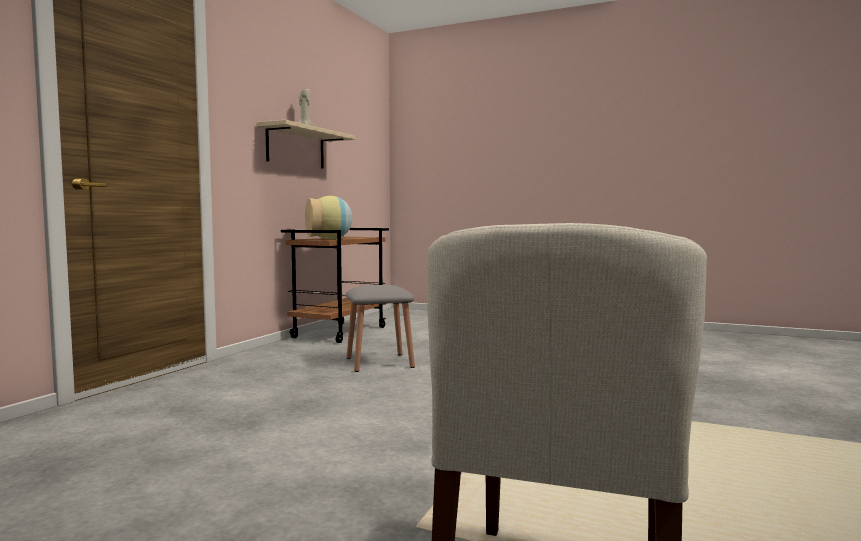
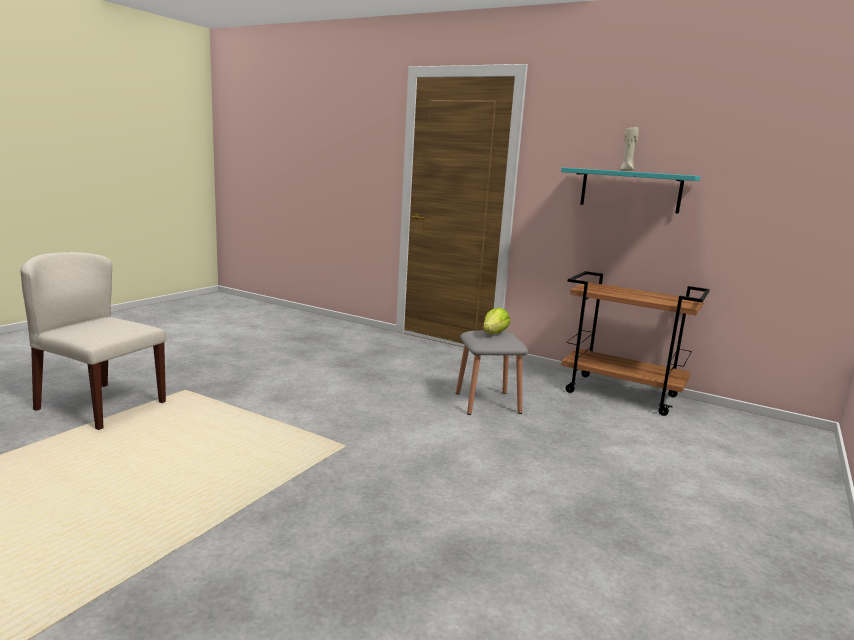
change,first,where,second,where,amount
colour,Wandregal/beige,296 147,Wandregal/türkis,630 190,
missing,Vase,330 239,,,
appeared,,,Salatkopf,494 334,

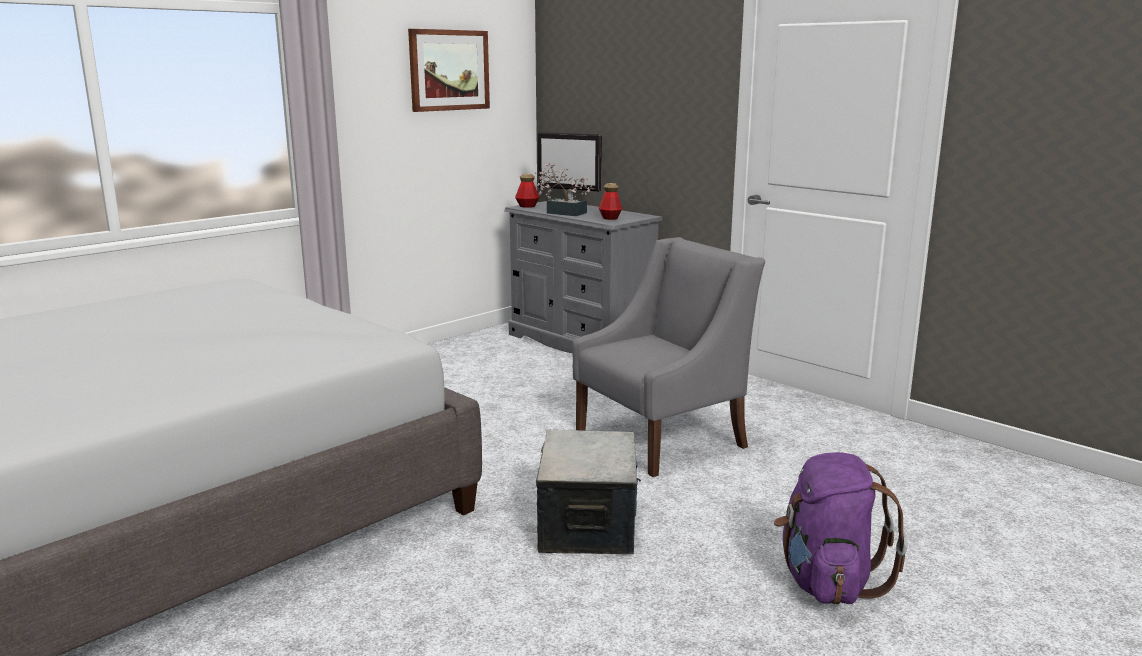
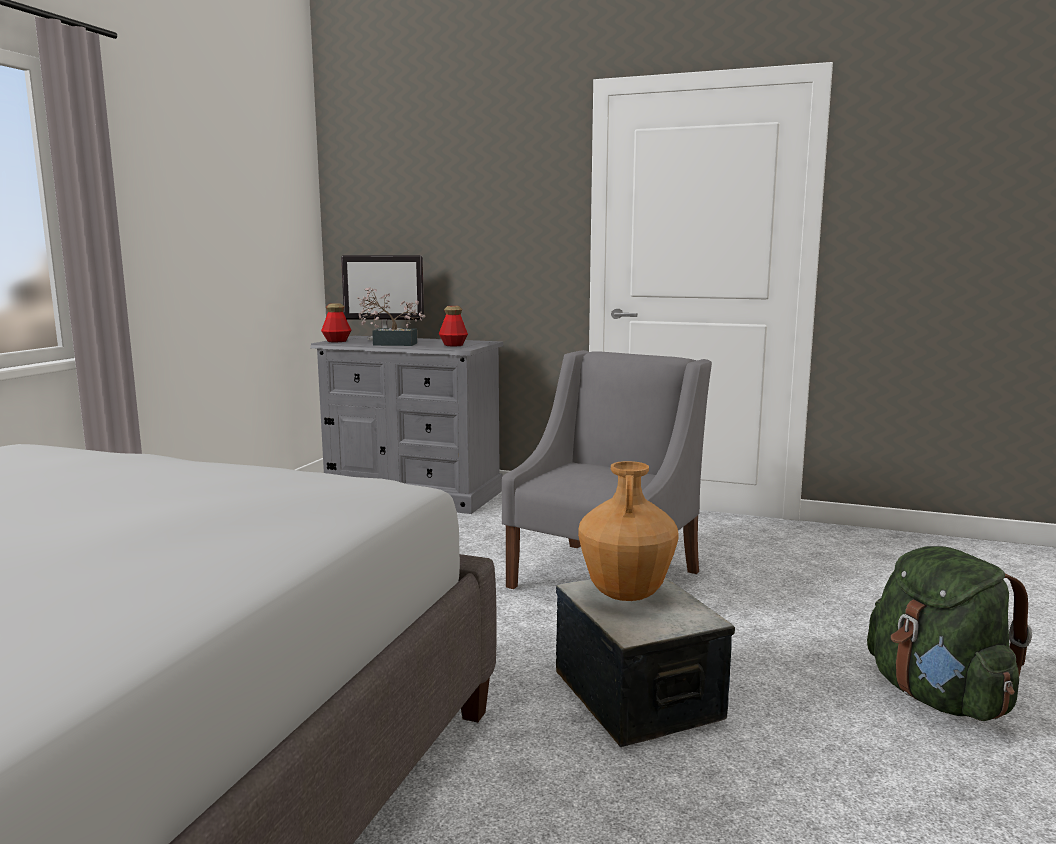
change,first,where,second,where,amount
missing,Bild,449 70,,,
colour,Rucksack/lila,827 582,Rucksack/grün,937 697,
appeared,,,Vase/braun,626 594,

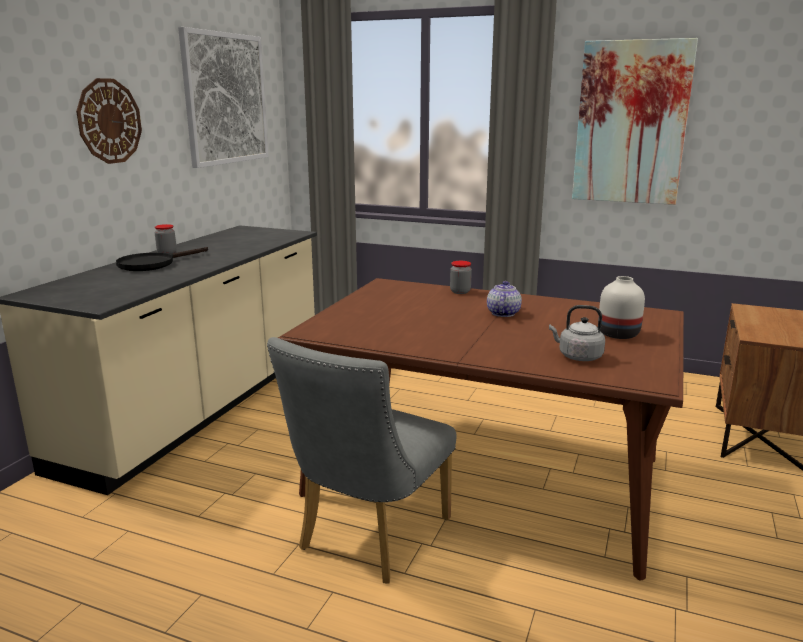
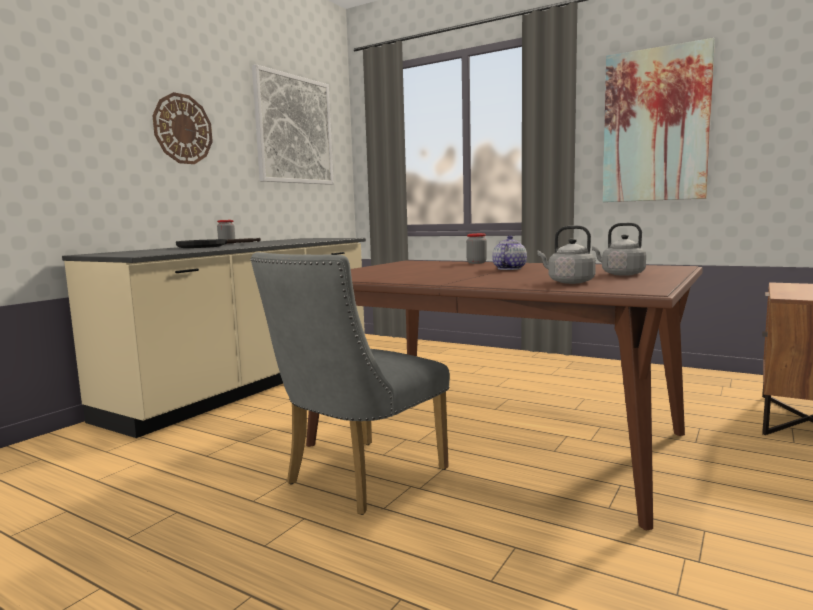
change,first,where,second,where,amount
exchanged,Vase/weiß,617 334,Wasserkessel/grau,620 274,

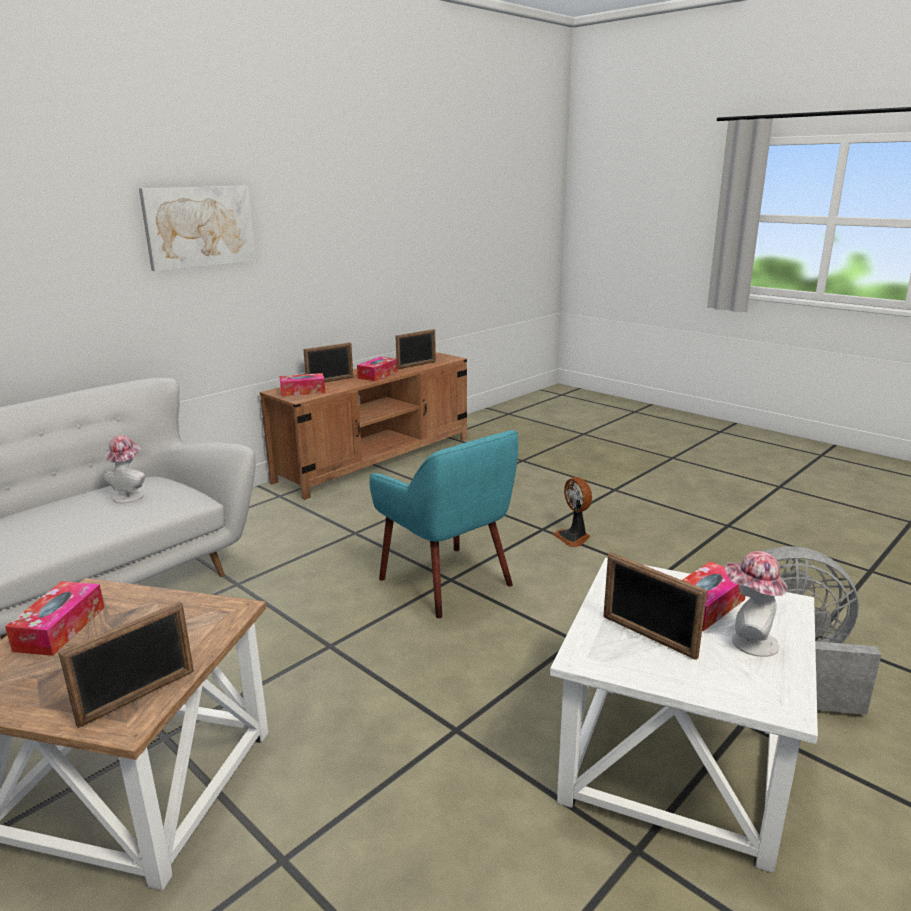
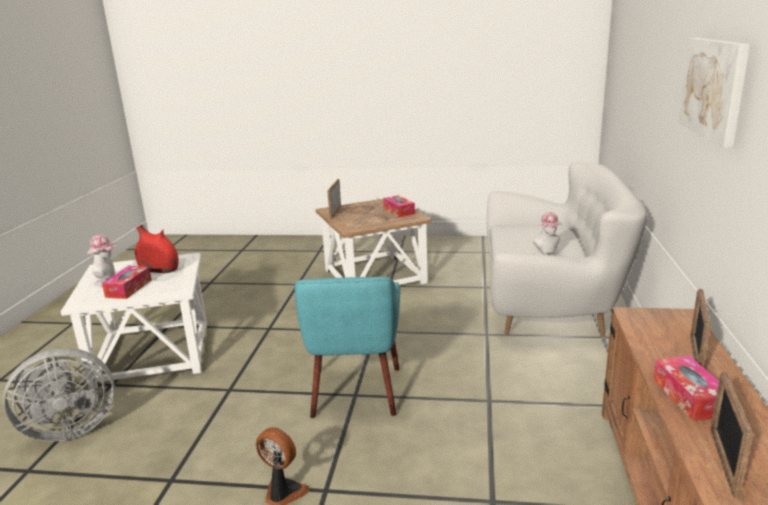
change,first,where,second,where,amount
missing,Taschentuchbox,302 391,,,
spun,Sessel/türkis,447 582,,355 392,105 degrees counterclockwise
exchanged,Bilderrahmen,648 636,Vase/rot,159 270,

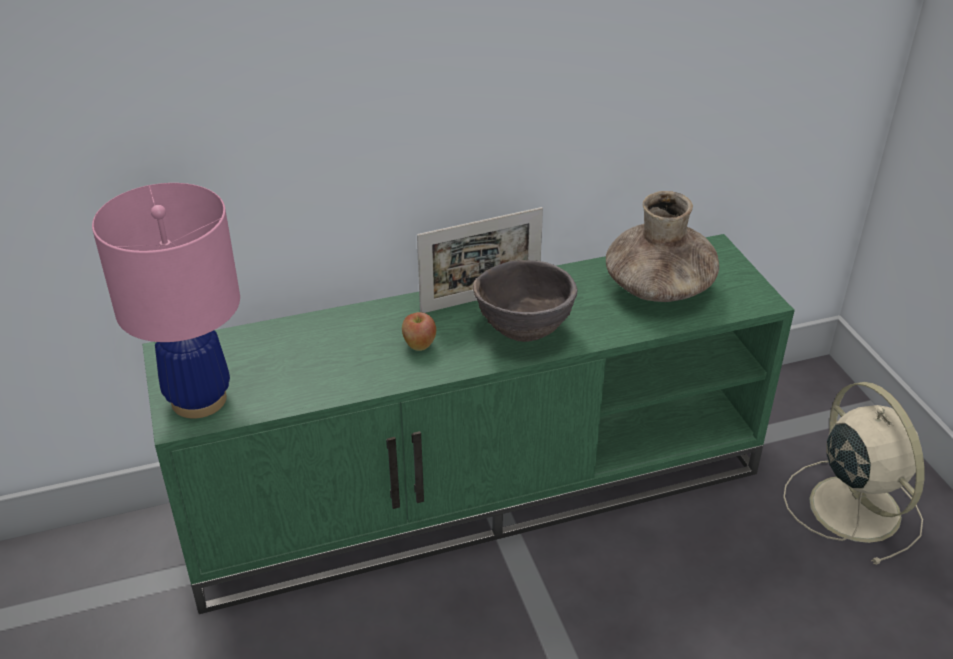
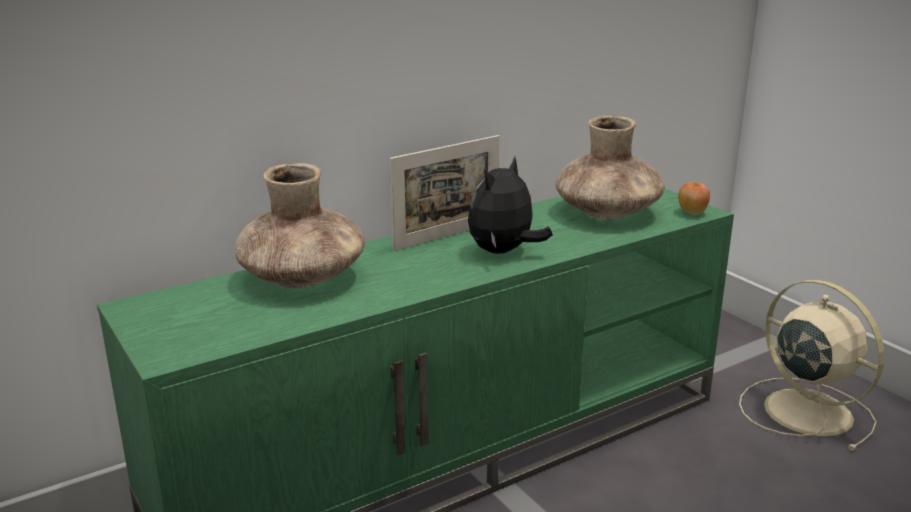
change,first,where,second,where,amount
missing,Tischlampe/rosa,199 399,,,
exchanged,Schüssel/braun,524 332,Plüschtier,503 252,
relocated,Apfel,419 345,,692 212,
appeared,,,Vase/braun,302 278,

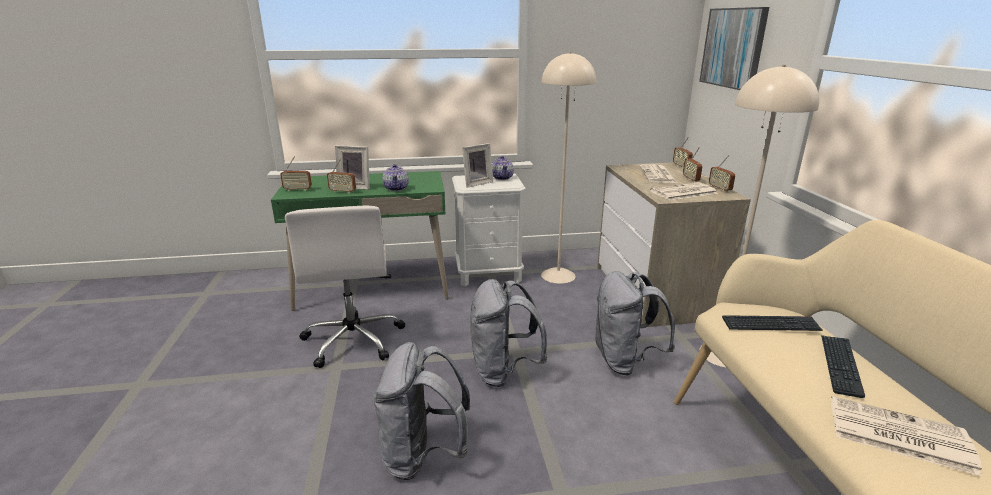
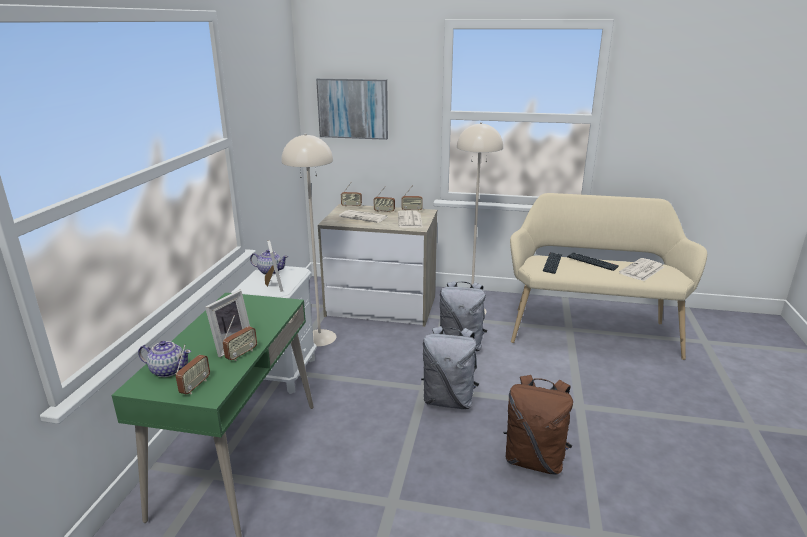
change,first,where,second,where,amount
relocated,Teekanne,396 188,,168 370,
missing,Bürostuhl/weiß,354 339,,,
colour,Rucksack/grau,423 456,Rucksack/braun,534 459,

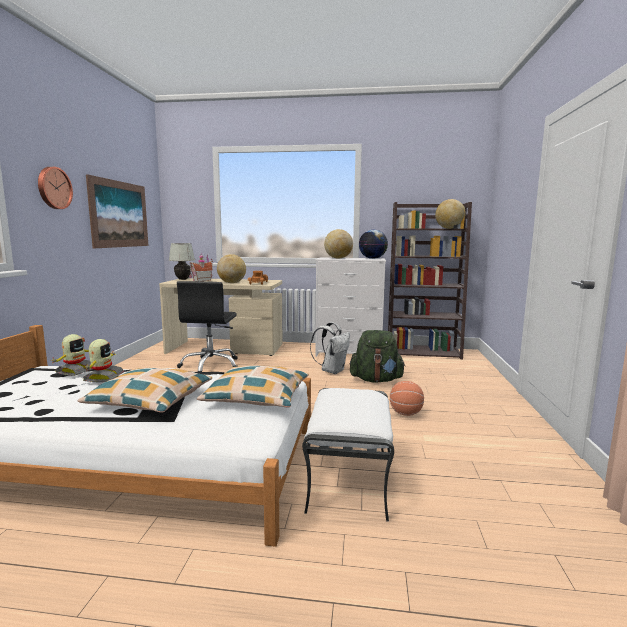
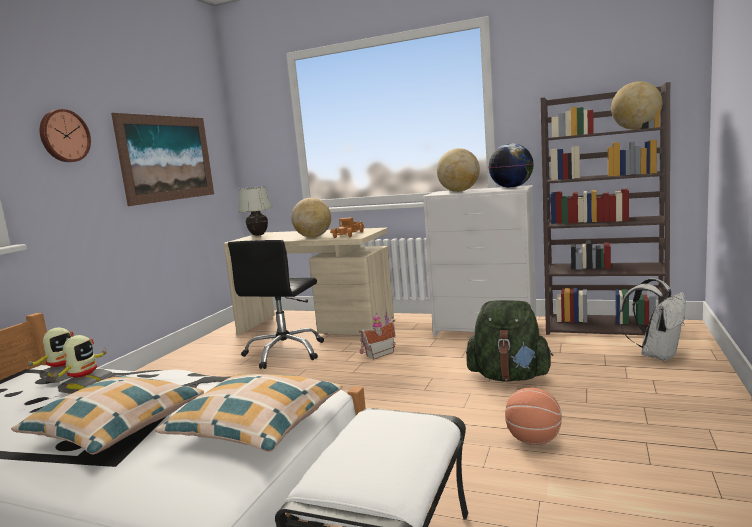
change,first,where,second,where,amount
relocated,Spielzeughaus,201 280,,378 354,
relocated,Rucksack/weiß,332 370,,657 354,

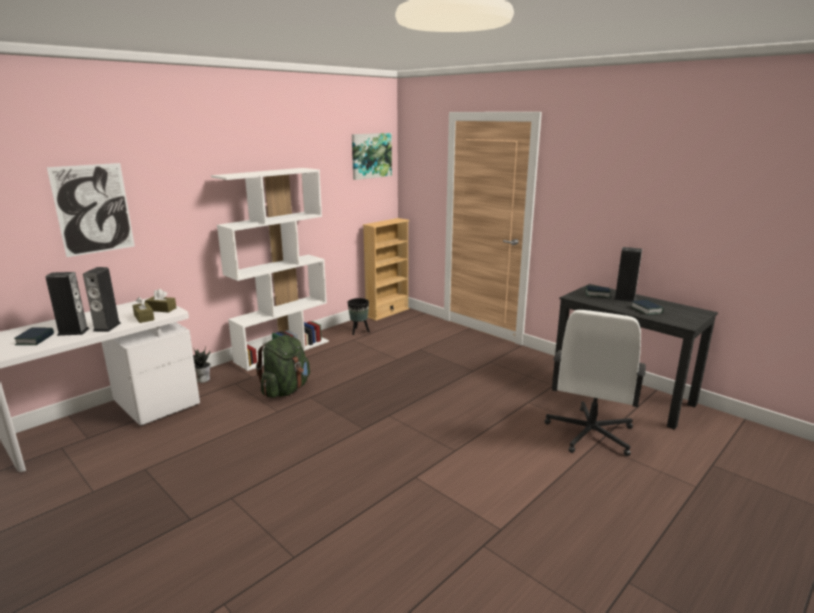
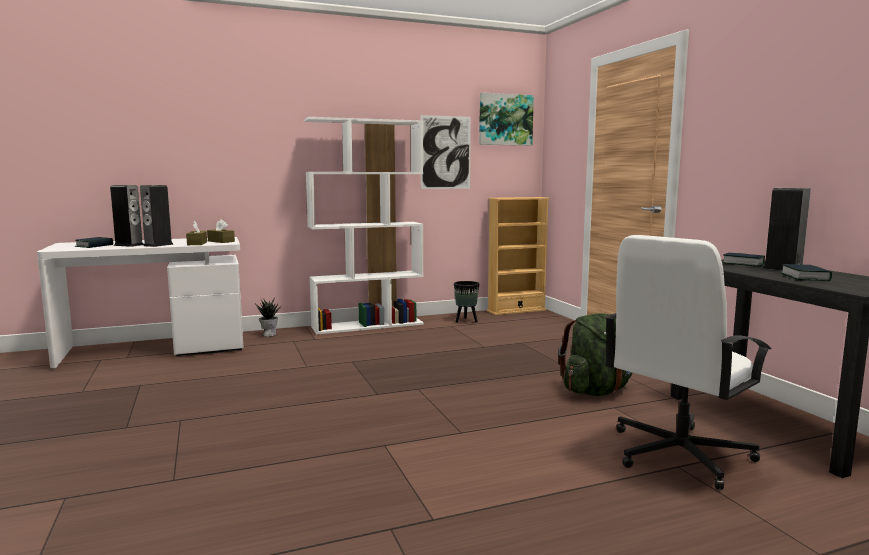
change,first,where,second,where,amount
relocated,Bild,93 209,,445 152,
relocated,Rucksack/grün,286 390,,596 391,

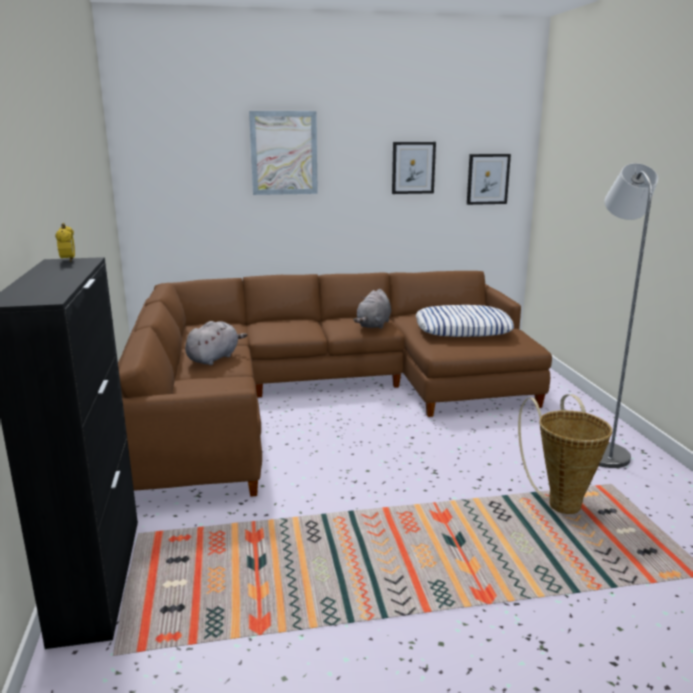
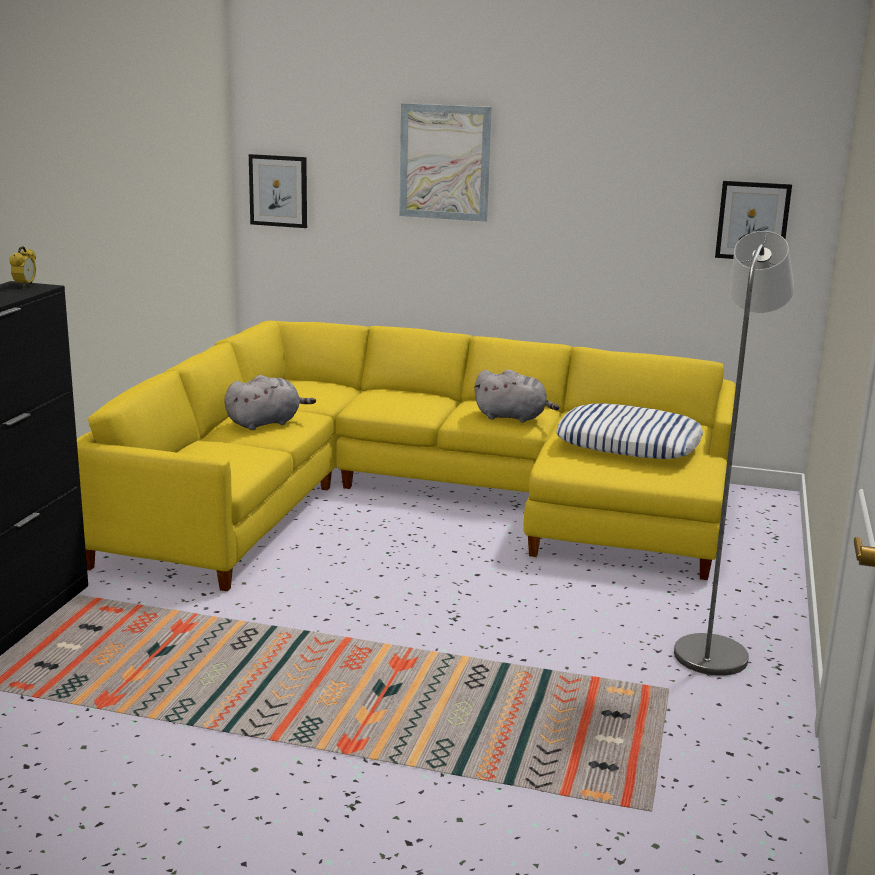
change,first,where,second,where,amount
relocated,Bild,413 168,,278 191,
colour,Sofa/braun,317 395,Sofa/gelb,419 500,
spun,Plüschtier/grau,373 325,,513 417,120 degrees counterclockwise
missing,Korb,560 502,,,

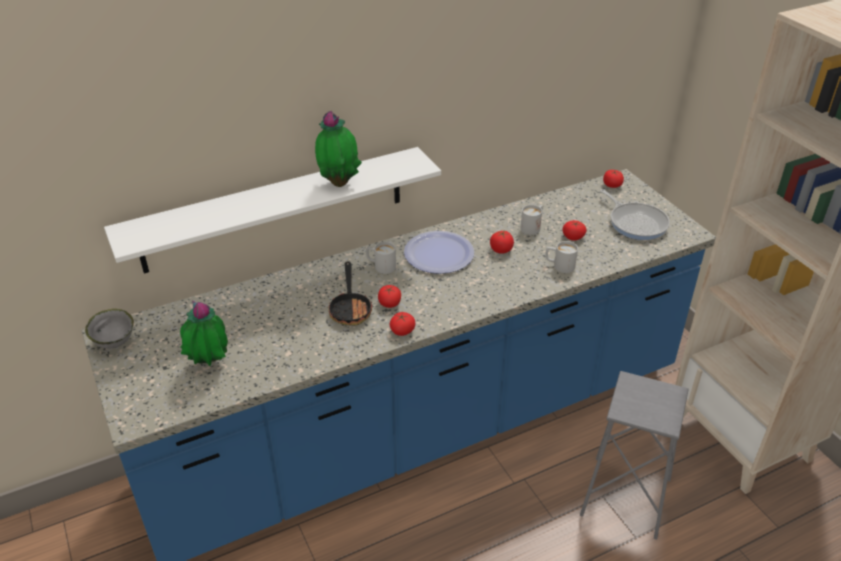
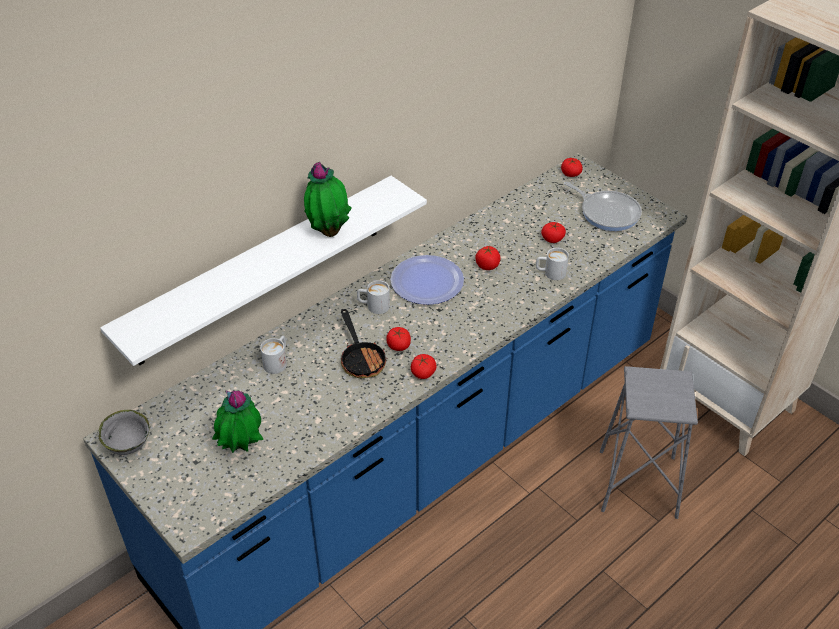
change,first,where,second,where,amount
relocated,Henkelbecher/weiß,532 227,,277 361,

